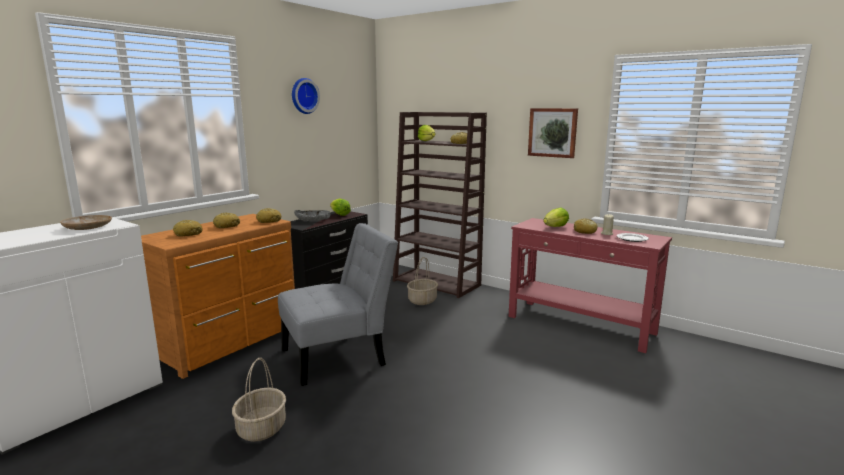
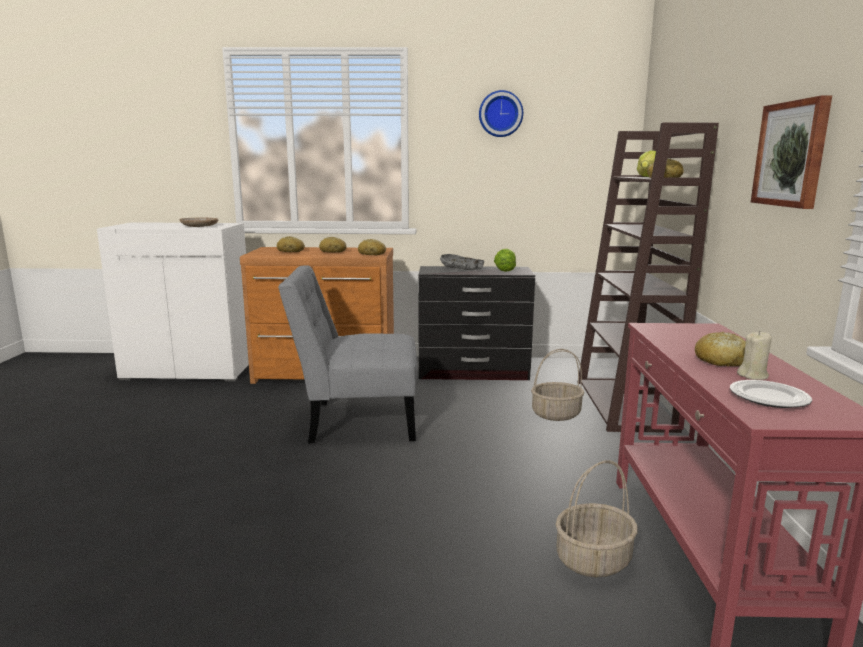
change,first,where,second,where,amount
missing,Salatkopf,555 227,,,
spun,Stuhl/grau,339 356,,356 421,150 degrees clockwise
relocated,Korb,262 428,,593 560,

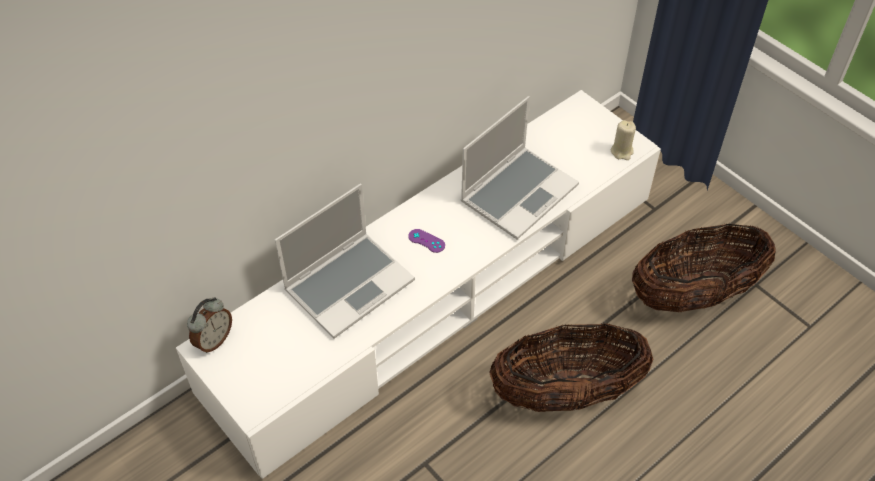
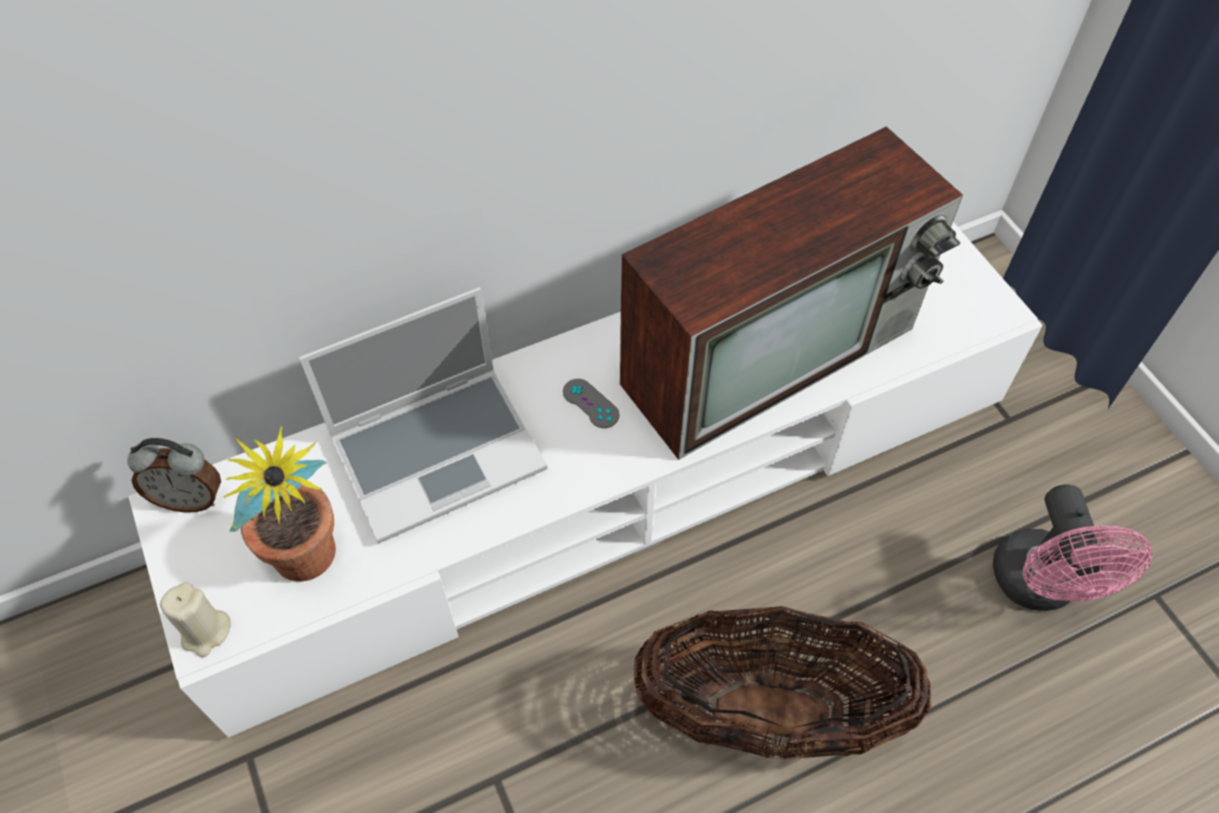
change,first,where,second,where,amount
exchanged,Laptop,519 192,Fernseher,772 352,
relocated,Kerze/beige,622 151,,205 632,
exchanged,Korb,694 294,Ventilator/rosa,1039 587,
colour,Gamepad/lila,426 241,Gamepad/grau,590 403,
spun,Wecker,213 340,,190 498,45 degrees clockwise
appeared,,,Topfpflanze,314 568,

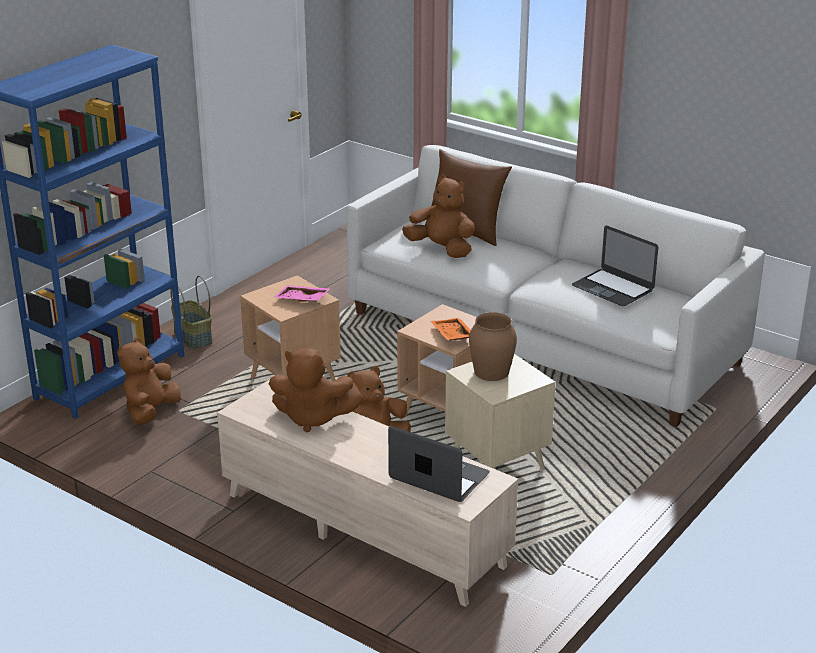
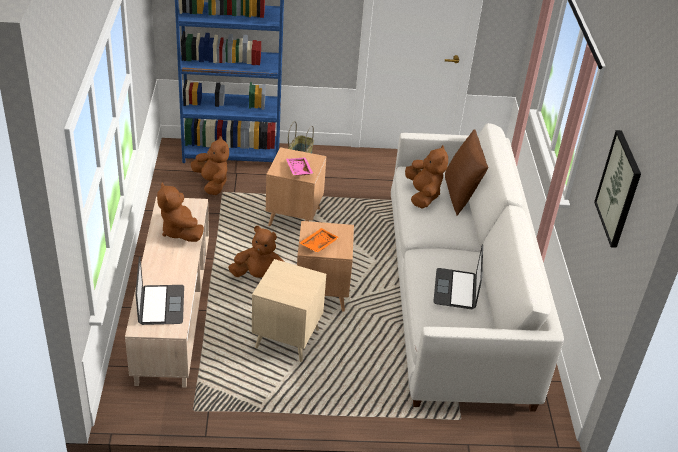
change,first,where,second,where,amount
missing,Vase/braun,492 372,,,
spun,Plüschtier/braun,150 412,,212 183,75 degrees clockwise
appeared,,,Bild,619 189,

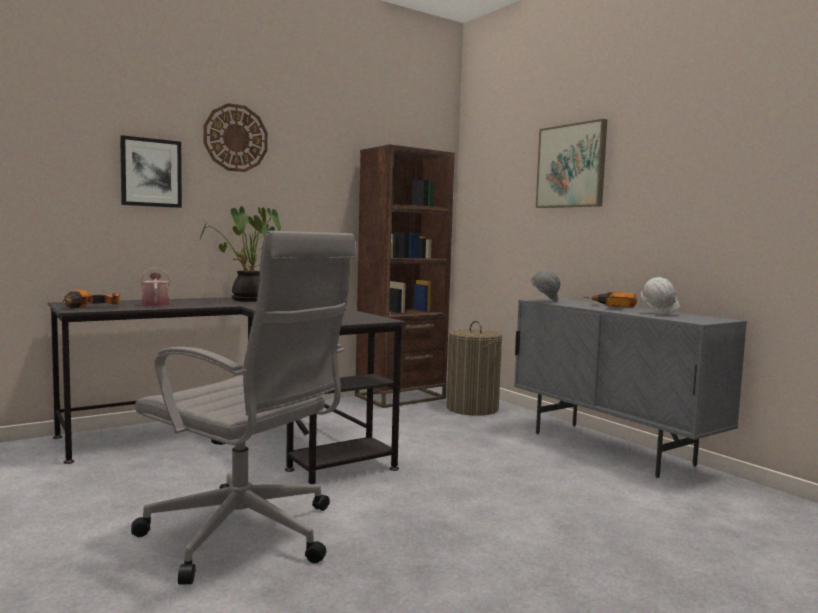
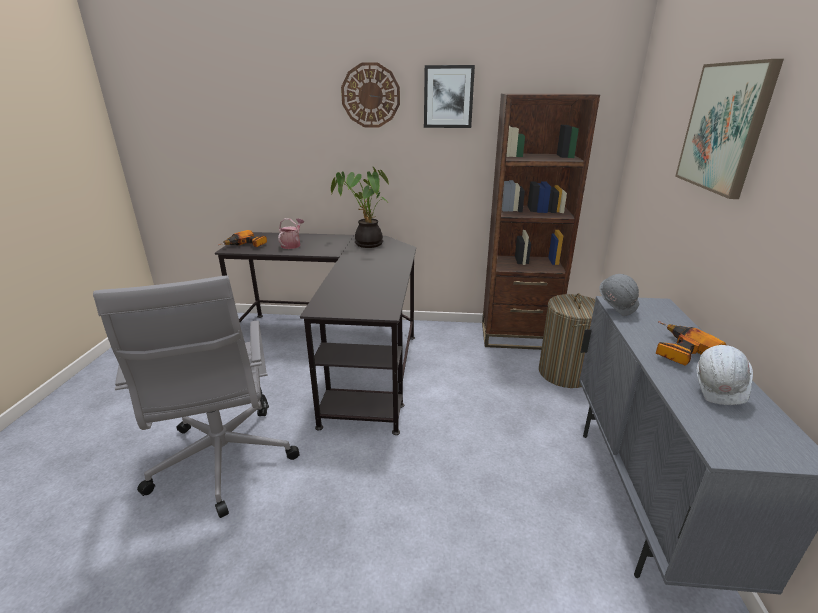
change,first,where,second,where,amount
relocated,Bild,151 172,,448 97,

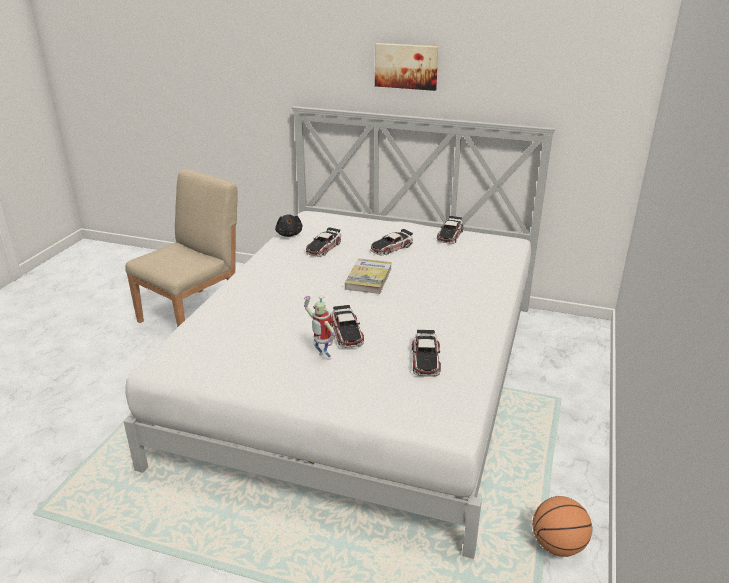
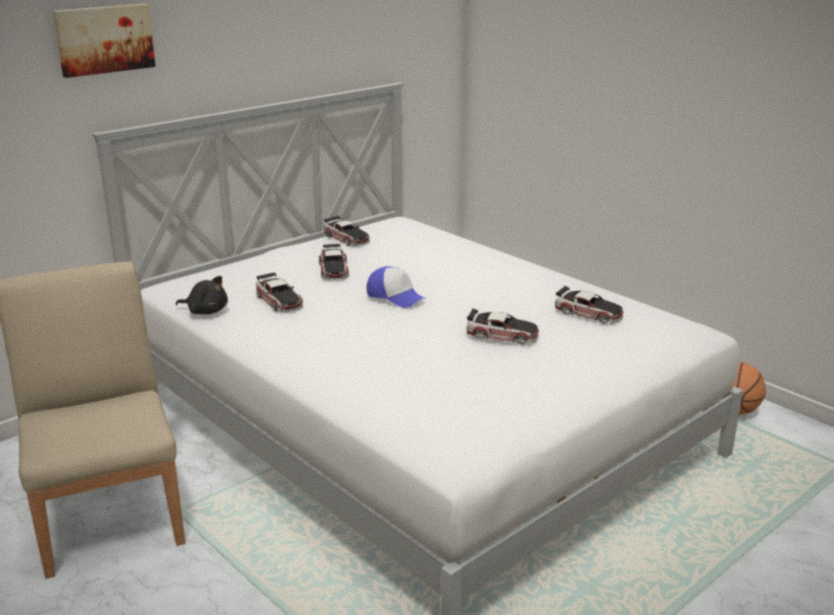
change,first,where,second,where,amount
relocated,Bild,406 66,,104 39,
exchanged,Buch,368 278,Kappe,395 296,
missing,Spielzeugroboter,322 357,,,

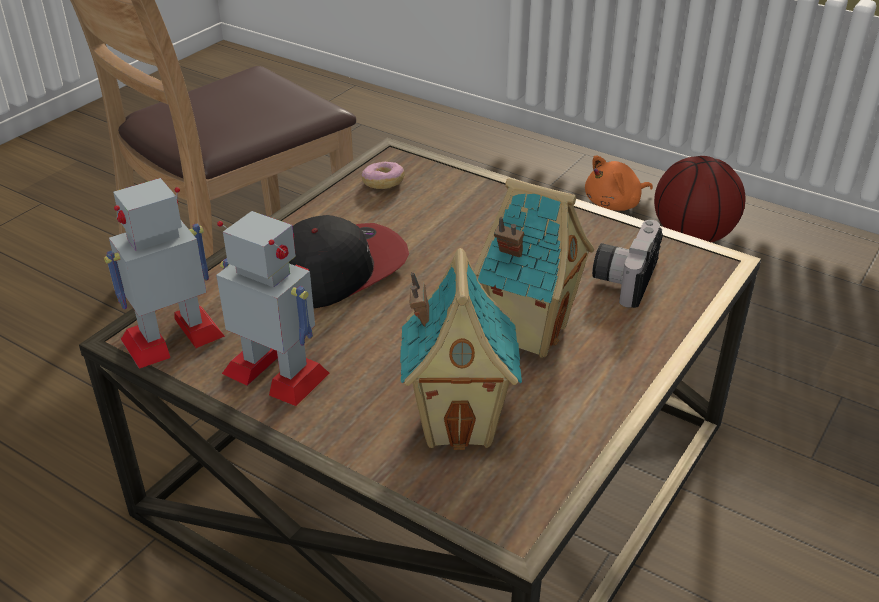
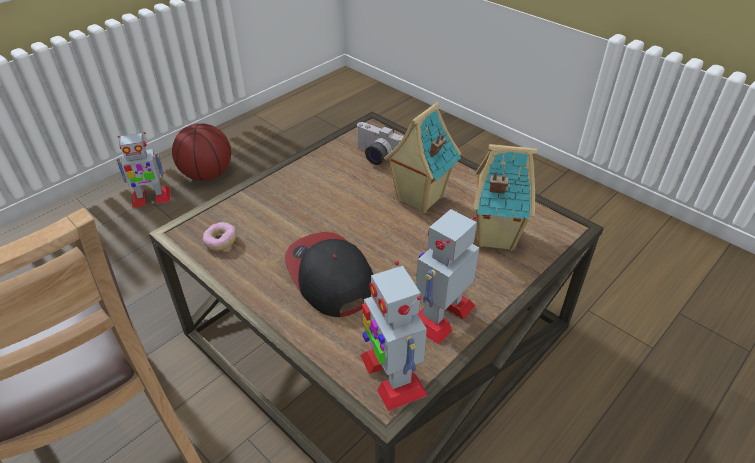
change,first,where,second,where,amount
exchanged,Plüschtier/orange,615 204,Spielzeugroboter,150 198,

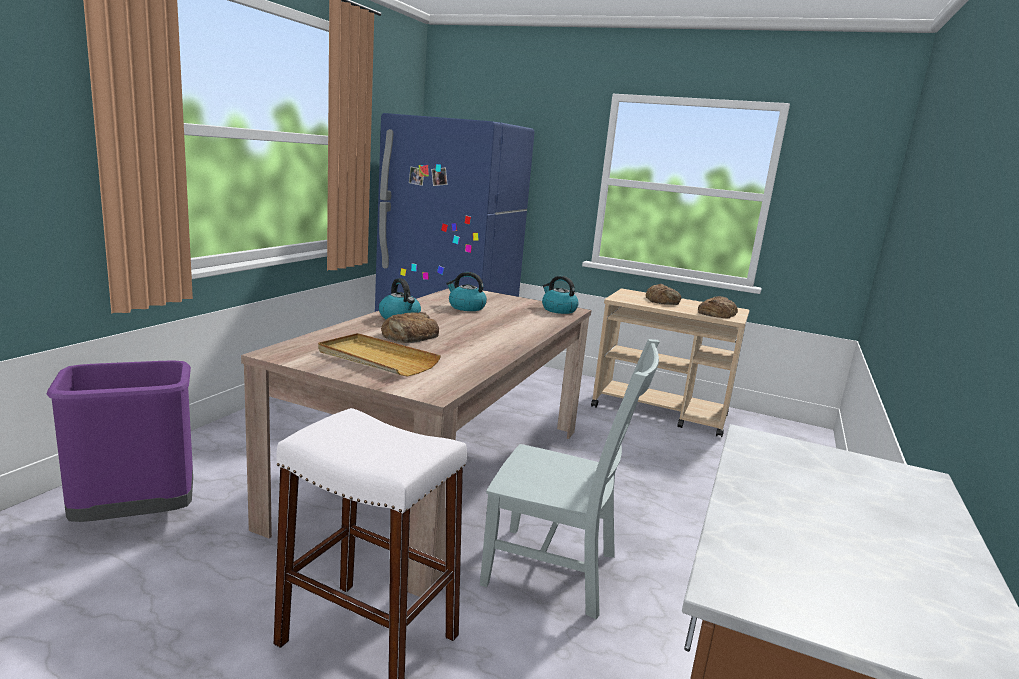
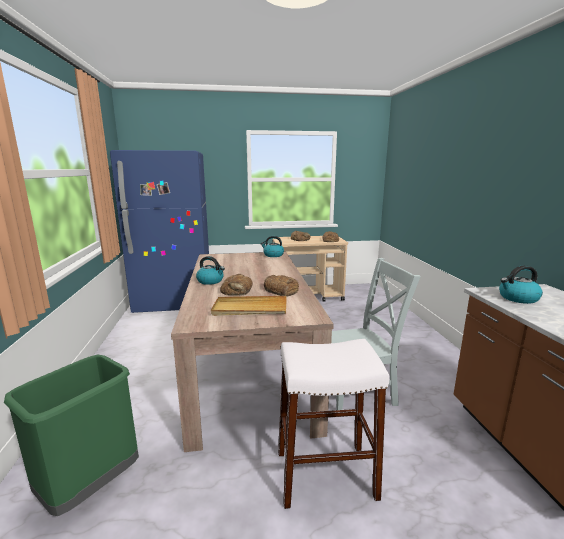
change,first,where,second,where,amount
relocated,Wasserkessel,466 307,,518 298,
colour,Mülleimer/lila,136 516,Mülleimer/grün,90 485,
appeared,,,Brot,281 290,

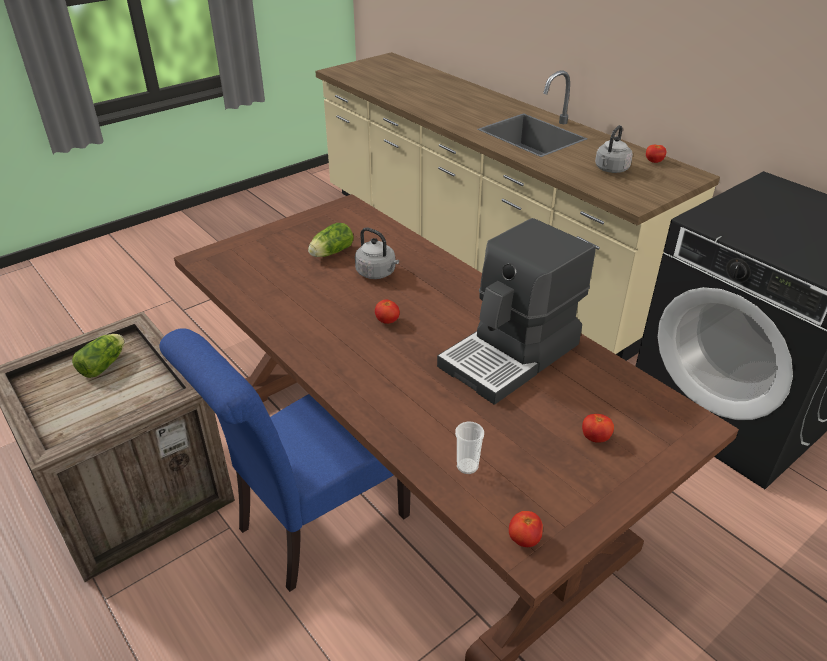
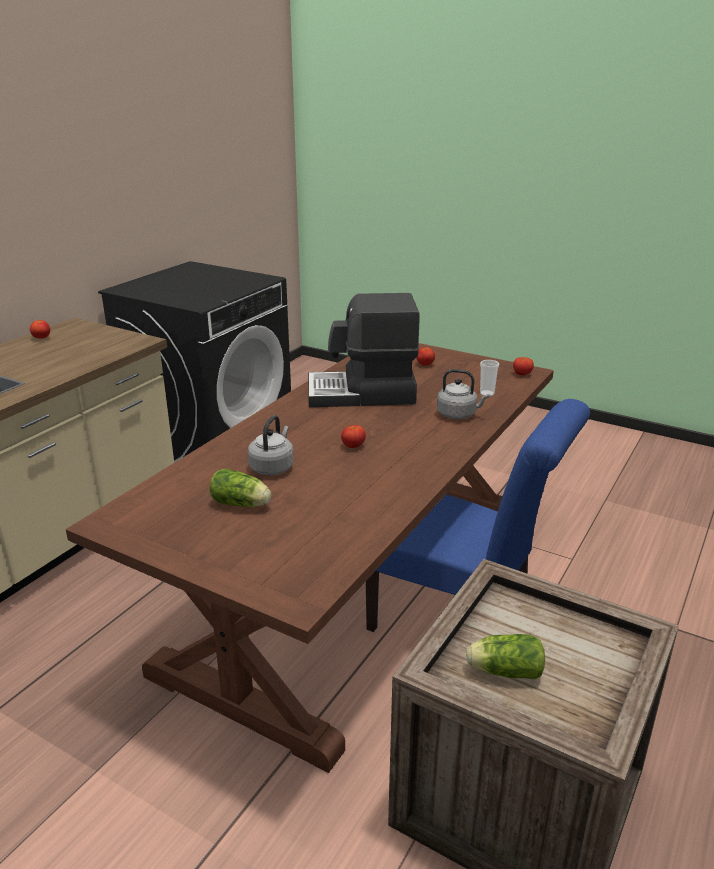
change,first,where,second,where,amount
relocated,Wasserkessel/grau,610 169,,458 414,
spun,Kaffeemaschine,512 355,,362 394,150 degrees clockwise

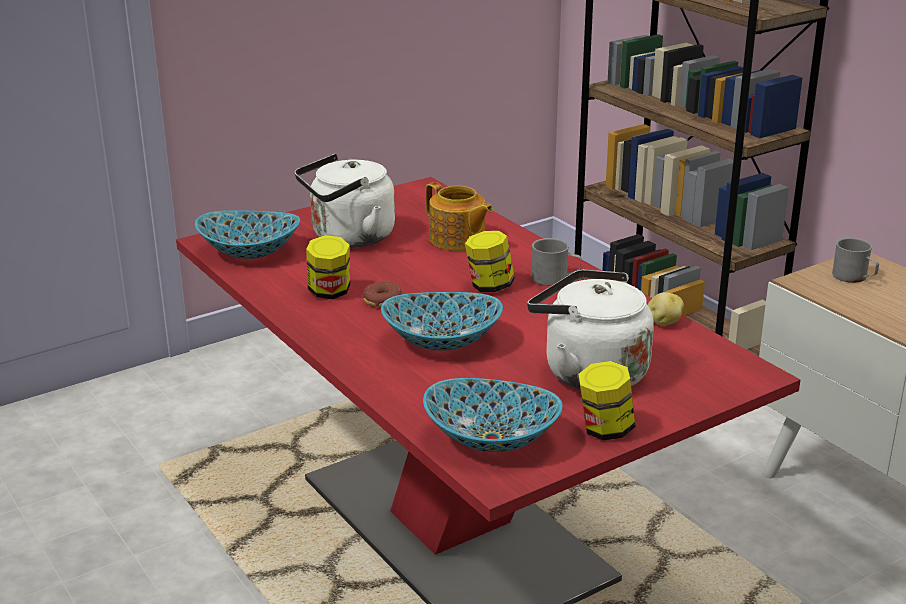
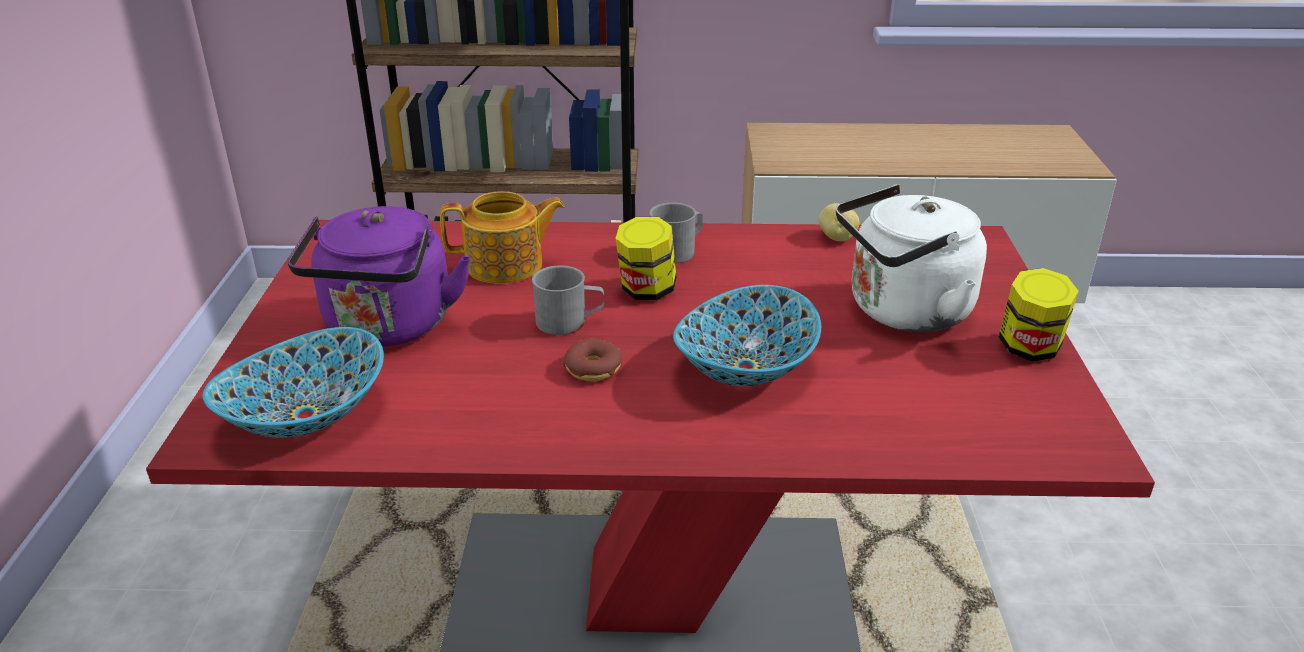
change,first,where,second,where,amount
colour,Wasserkessel/weiß,348 238,Wasserkessel/lila,387 328,
missing,Vorratsglas,329 292,,,
relocated,Henkelbecher/grau,854 277,,569 322,
missing,Schüssel,491 439,,,

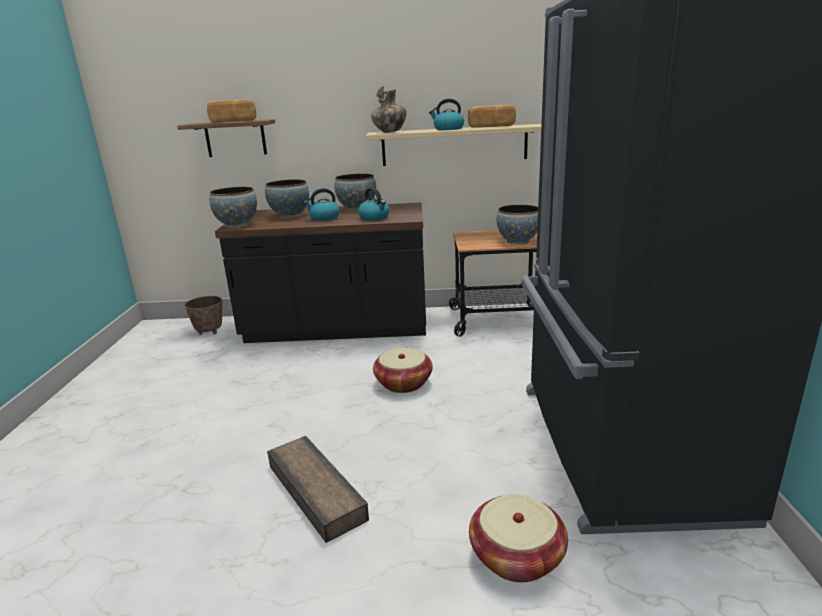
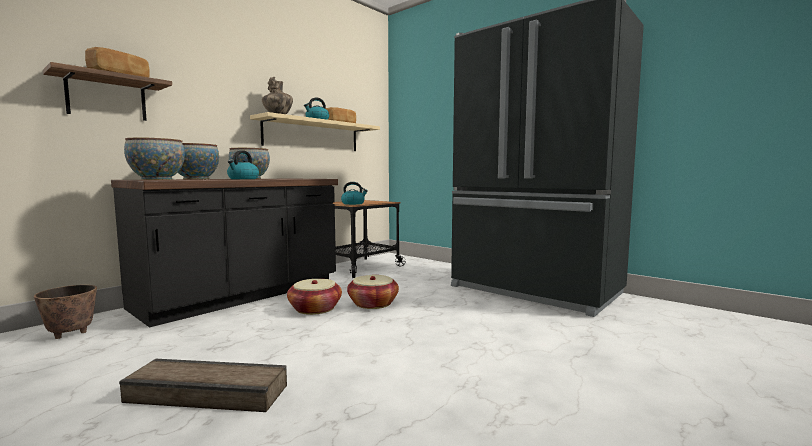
change,first,where,second,where,amount
relocated,Wasserkessel,375 217,,353 204,
missing,Schüssel,518 241,,,
relocated,Kiste,317 490,,208 392,
relocated,Korb,516 556,,315 309,

